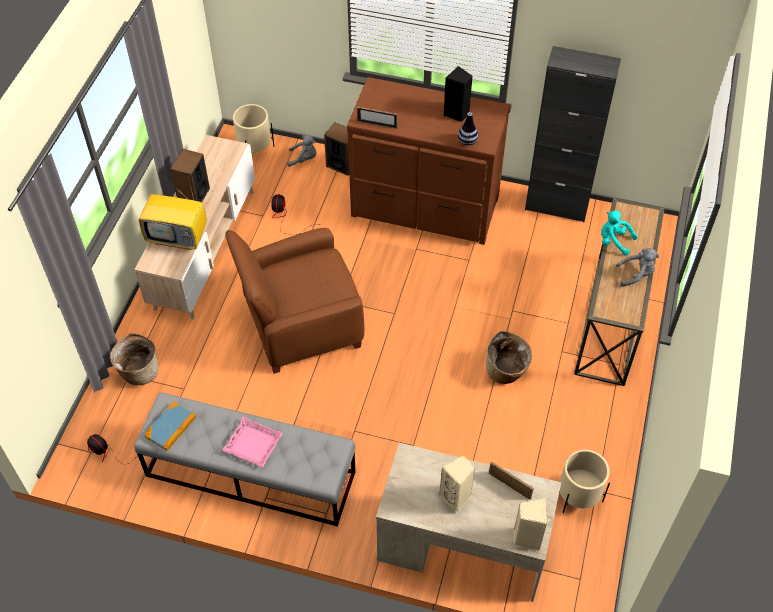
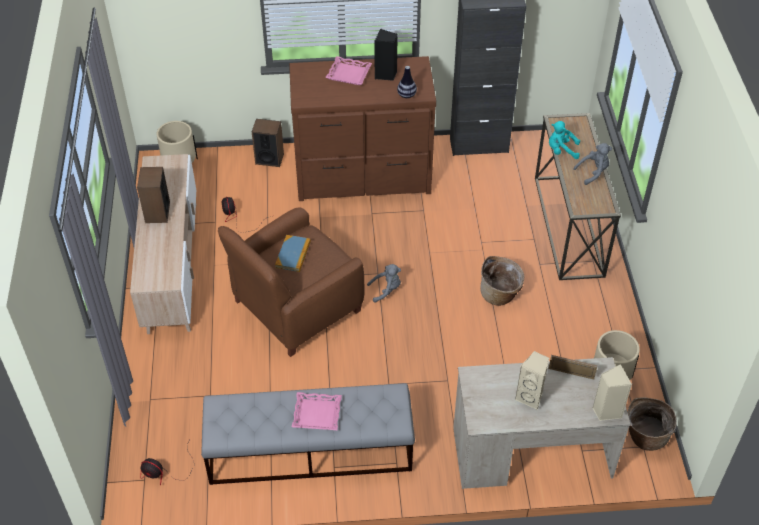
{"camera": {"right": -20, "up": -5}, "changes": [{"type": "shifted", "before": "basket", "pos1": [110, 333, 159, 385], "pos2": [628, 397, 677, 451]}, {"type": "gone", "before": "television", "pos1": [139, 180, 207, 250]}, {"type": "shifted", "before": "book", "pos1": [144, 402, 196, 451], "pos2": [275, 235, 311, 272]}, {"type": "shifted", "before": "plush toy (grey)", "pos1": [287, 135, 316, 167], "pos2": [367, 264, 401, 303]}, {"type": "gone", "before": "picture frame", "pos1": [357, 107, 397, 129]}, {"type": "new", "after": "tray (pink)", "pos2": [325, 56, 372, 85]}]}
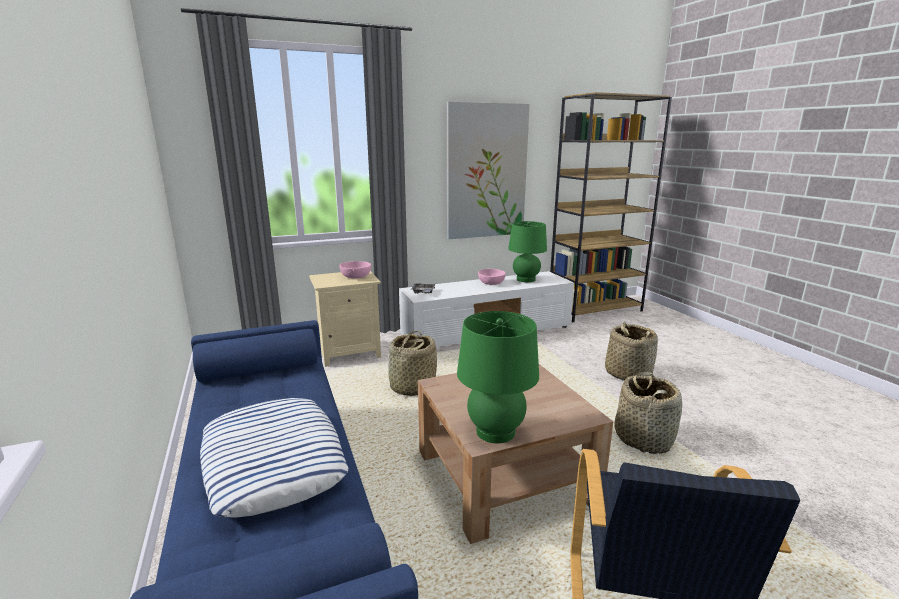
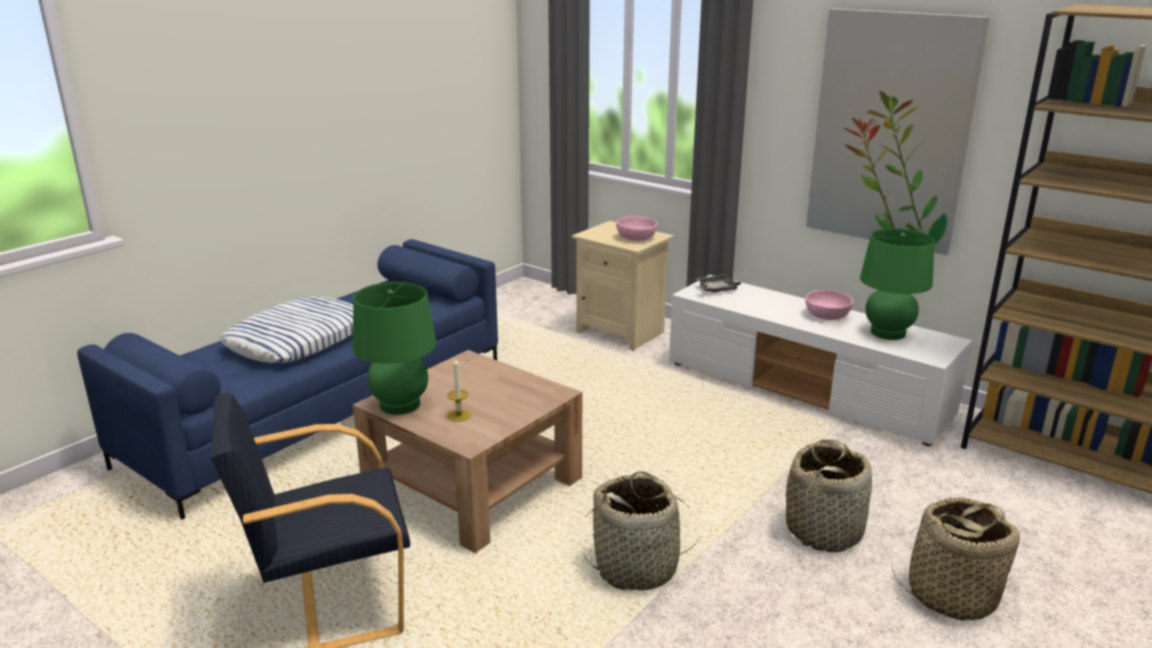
{"camera": {"right": 60, "up": 5}, "changes": [{"type": "shifted", "before": "basket", "pos1": [388, 331, 437, 396], "pos2": [892, 497, 1020, 621]}, {"type": "new", "after": "candle", "pos2": [447, 357, 471, 422]}]}
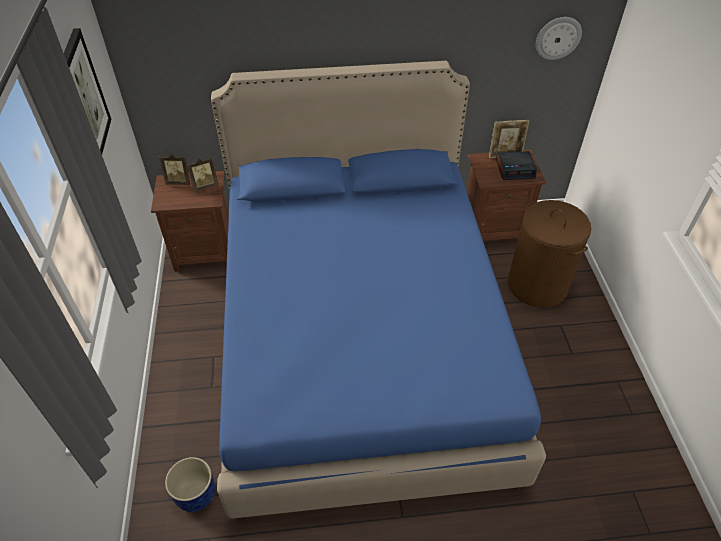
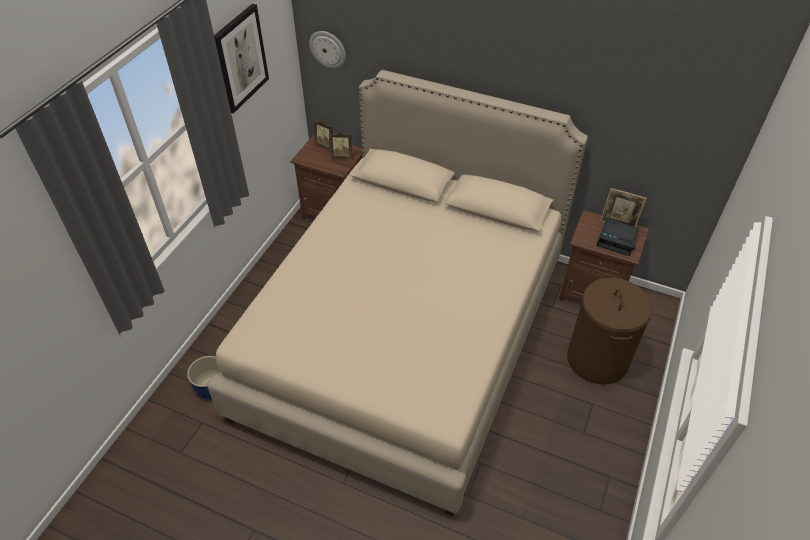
{"camera": {"right": 30, "up": 0}, "changes": [{"type": "repainted", "before": "bed (blue)", "after": "bed (beige)", "pos1": [211, 61, 546, 521], "pos2": [207, 70, 588, 517]}, {"type": "shifted", "before": "wall clock", "pos1": [536, 17, 582, 60], "pos2": [309, 31, 346, 68]}]}
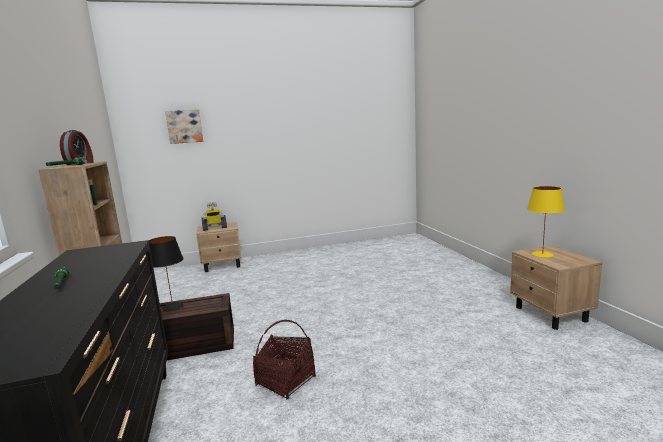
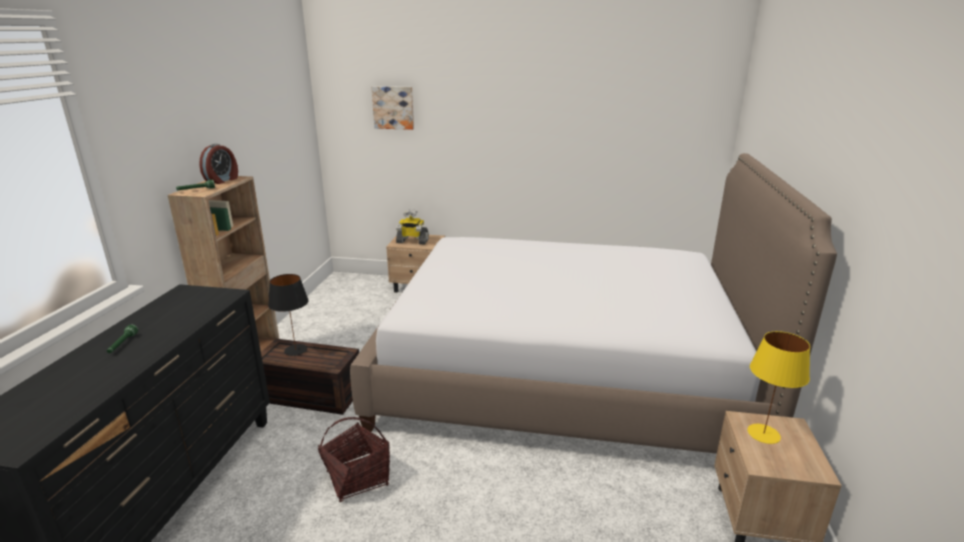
{"camera": {"right": 25, "up": 10}, "changes": [{"type": "new", "after": "bed", "pos2": [350, 153, 837, 454]}]}
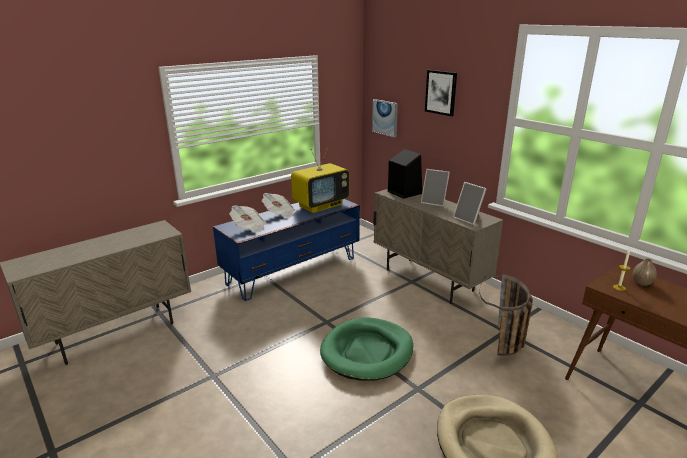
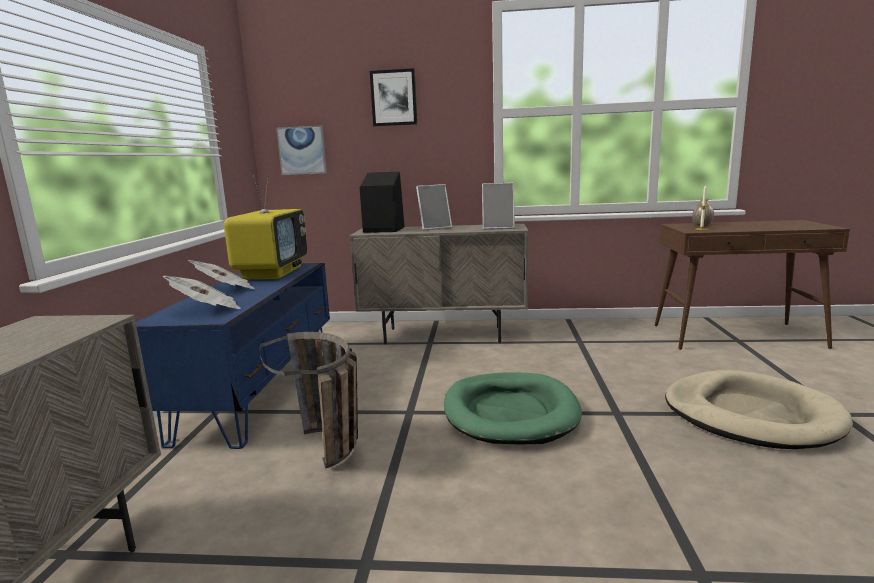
{"camera": {"right": -45, "up": -10}, "changes": [{"type": "shifted", "before": "basket", "pos1": [479, 274, 533, 356], "pos2": [260, 332, 358, 469]}]}
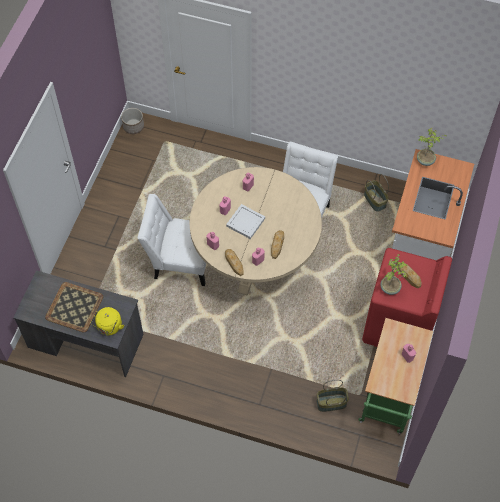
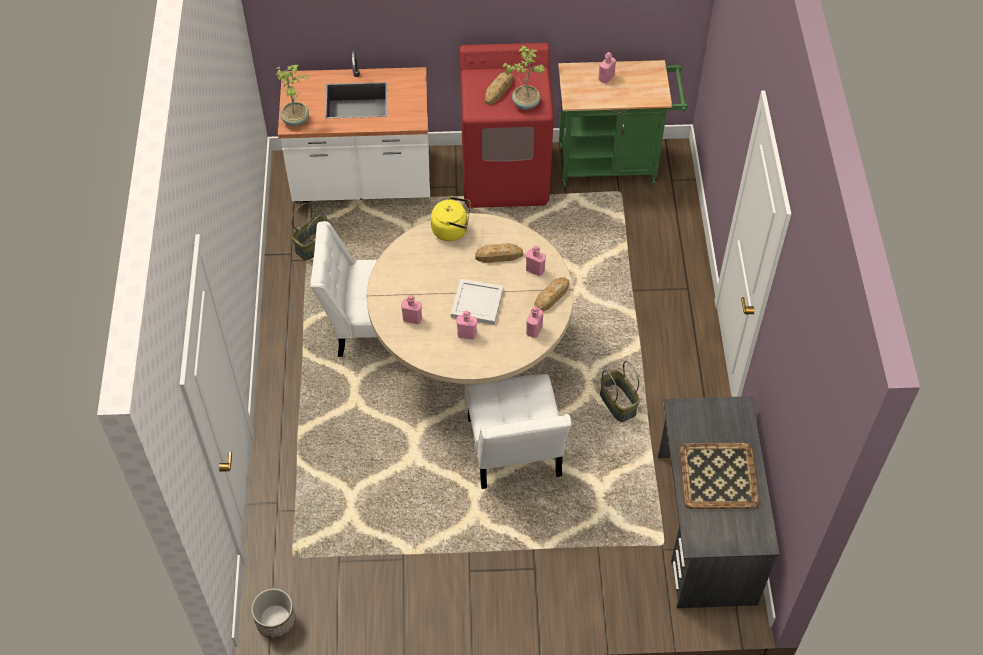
{"camera": {"right": -110, "up": -5}, "changes": [{"type": "shifted", "before": "kettle (yellow)", "pos1": [90, 307, 124, 335], "pos2": [431, 196, 471, 241]}, {"type": "shifted", "before": "basket", "pos1": [316, 380, 349, 412], "pos2": [600, 361, 640, 422]}]}
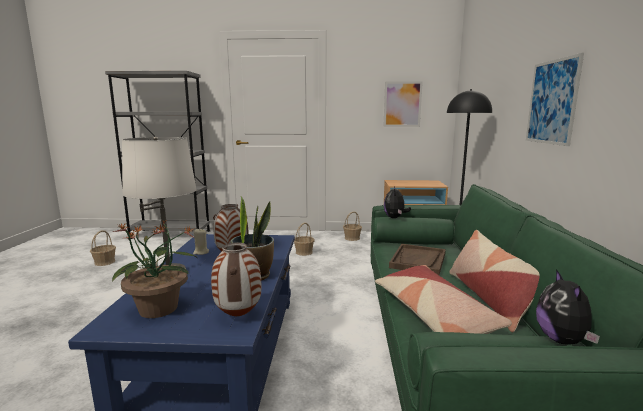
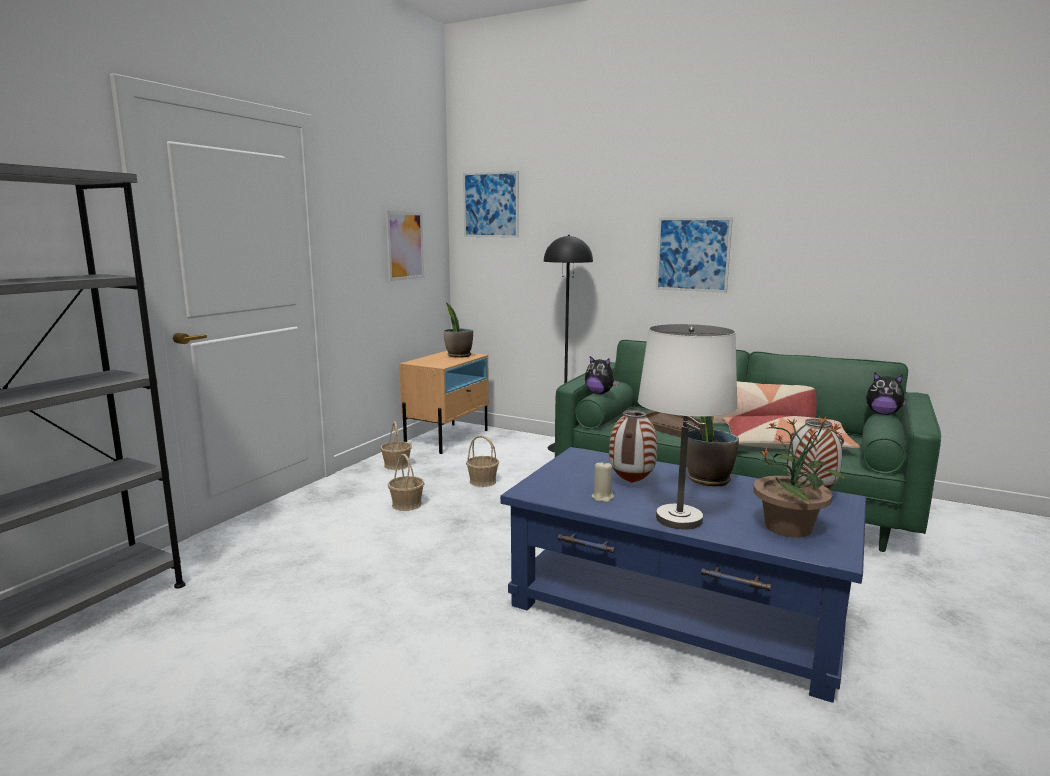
{"camera": {"right": -65, "up": 0}, "changes": [{"type": "shifted", "before": "basket", "pos1": [90, 230, 116, 266], "pos2": [466, 435, 499, 487]}, {"type": "new", "after": "potted plant", "pos2": [444, 303, 473, 358]}, {"type": "new", "after": "picture", "pos2": [463, 171, 519, 238]}]}
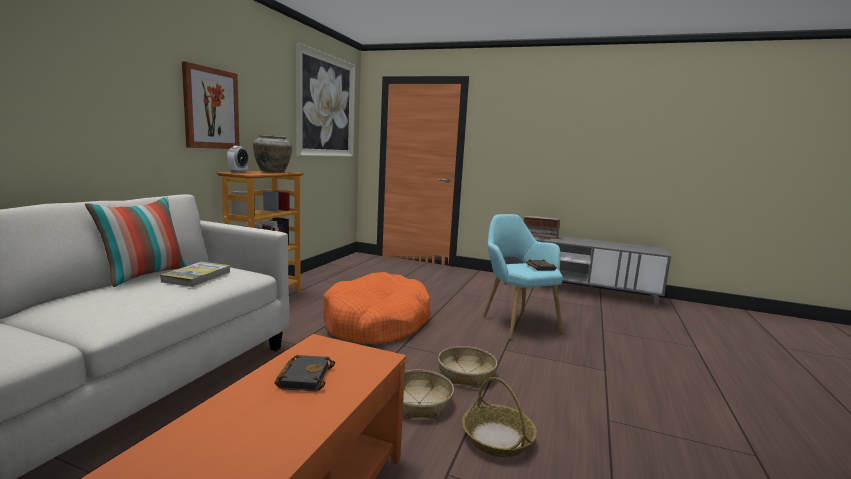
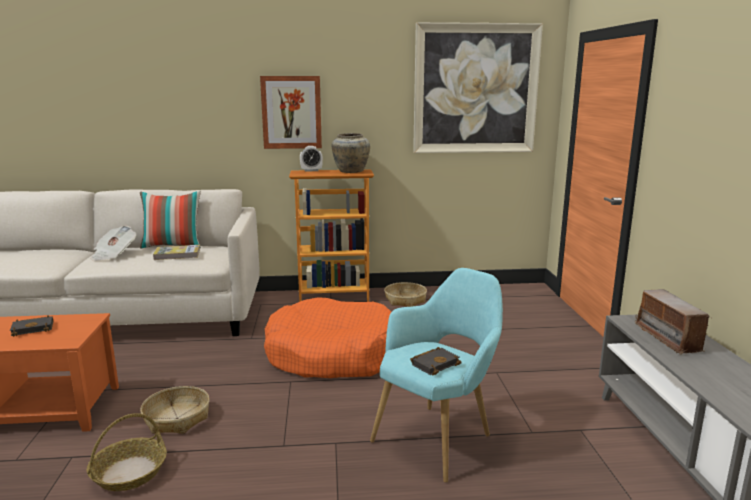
{"camera": {"right": 65, "up": 5}, "changes": [{"type": "shifted", "before": "basket", "pos1": [438, 346, 497, 388], "pos2": [384, 282, 427, 307]}, {"type": "new", "after": "newspaper", "pos2": [90, 226, 136, 261]}]}
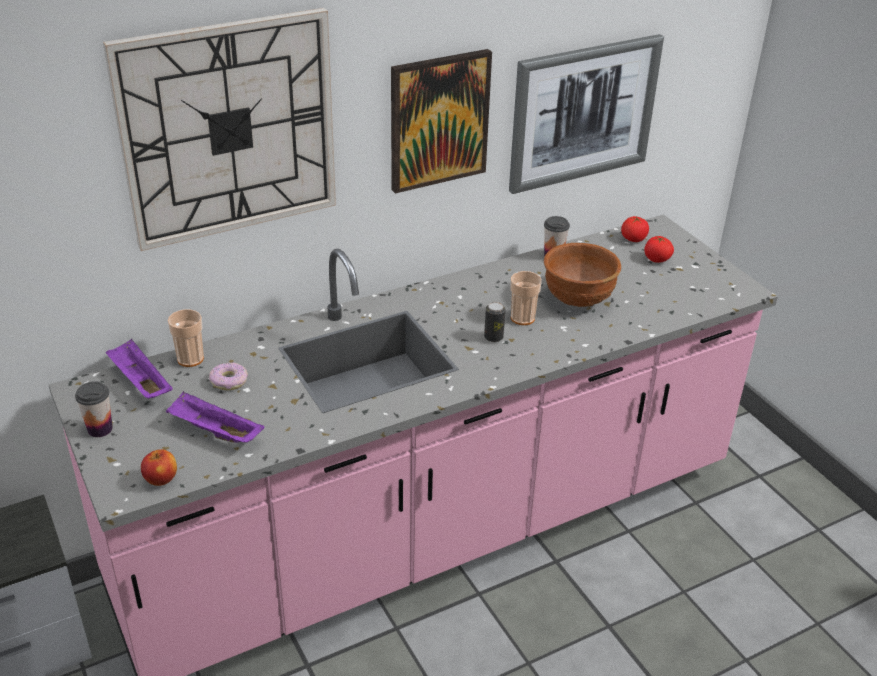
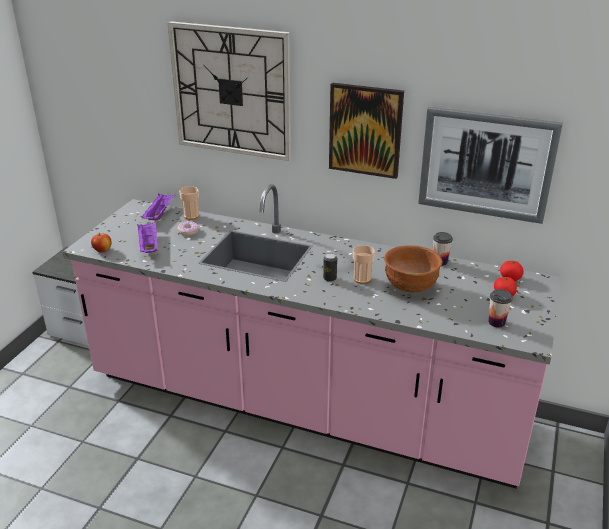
{"camera": {"right": 50, "up": -5}, "changes": [{"type": "shifted", "before": "cup", "pos1": [75, 381, 113, 437], "pos2": [489, 289, 513, 328]}]}
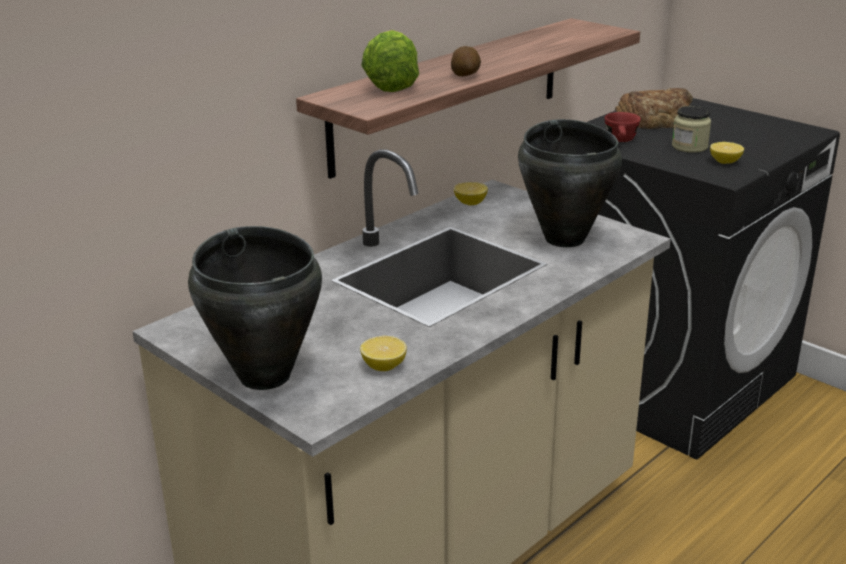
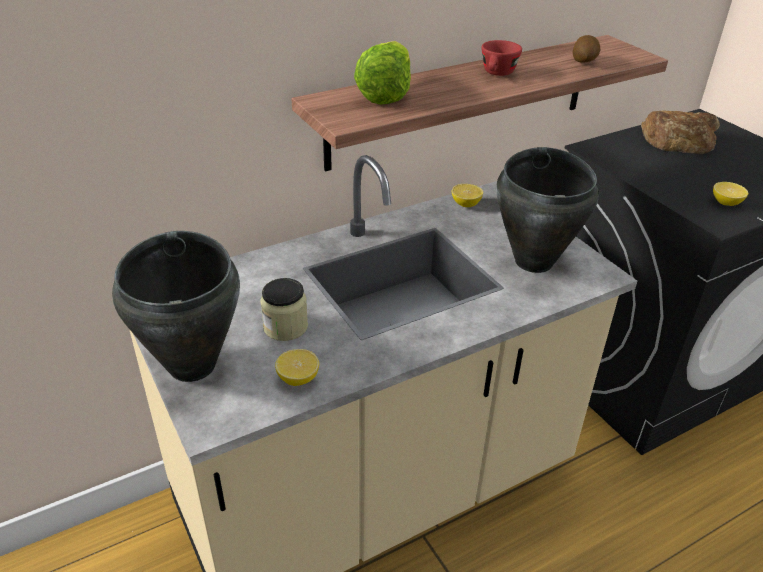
{"camera": {"right": 15, "up": 10}, "changes": [{"type": "shifted", "before": "potato", "pos1": [451, 46, 481, 76], "pos2": [573, 35, 600, 62]}, {"type": "shifted", "before": "cup (red)", "pos1": [604, 112, 641, 142], "pos2": [481, 40, 522, 76]}, {"type": "shifted", "before": "jar", "pos1": [672, 106, 711, 153], "pos2": [260, 278, 308, 341]}]}
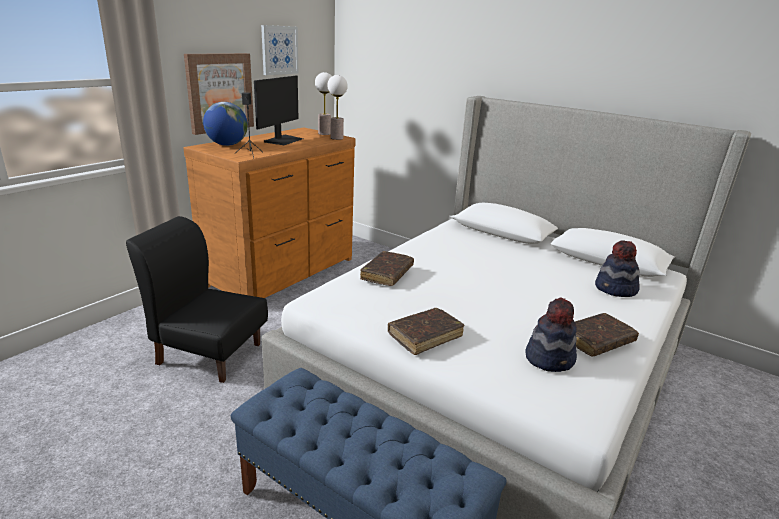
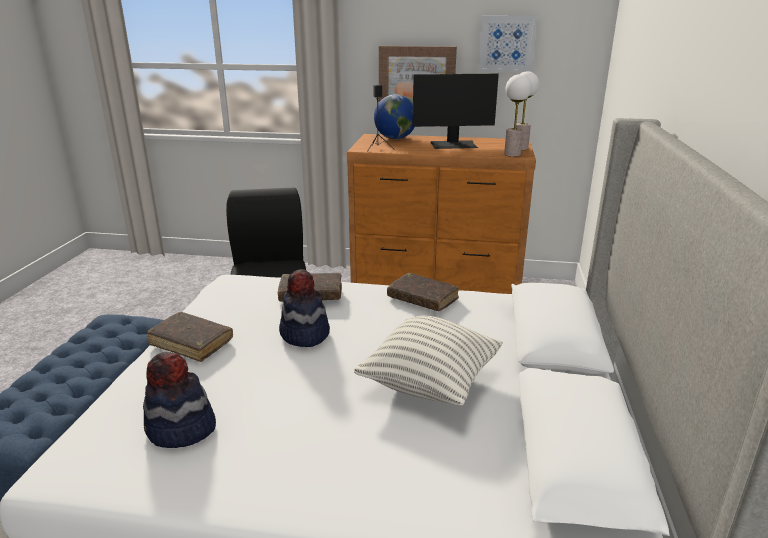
{"camera": {"right": 65, "up": 0}, "changes": [{"type": "shifted", "before": "book (brown)", "pos1": [575, 313, 639, 357], "pos2": [387, 273, 459, 311]}, {"type": "shifted", "before": "hat", "pos1": [595, 240, 640, 297], "pos2": [279, 269, 330, 347]}, {"type": "new", "after": "pillow", "pos2": [354, 316, 503, 405]}]}
